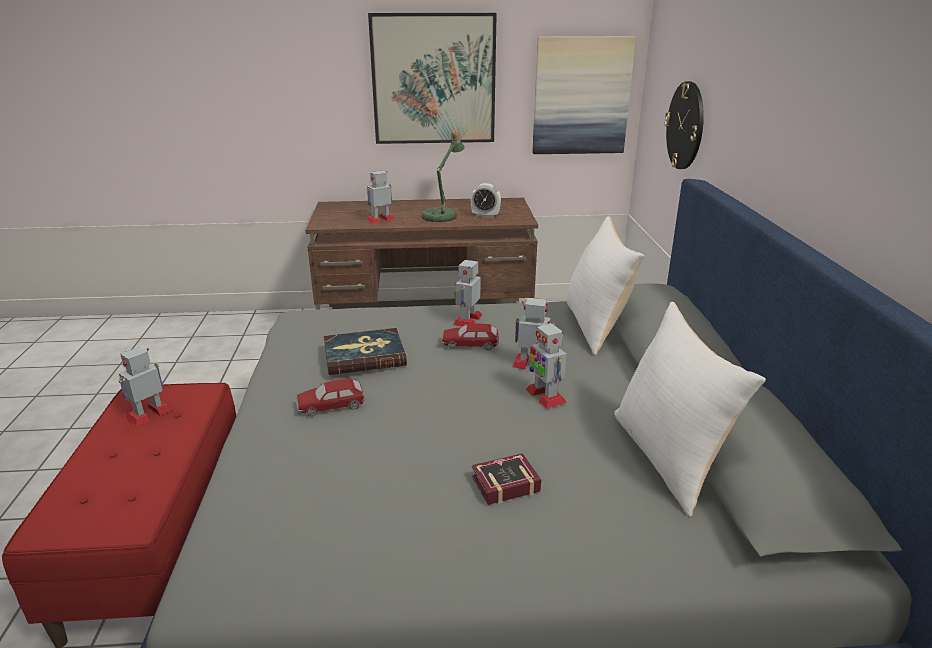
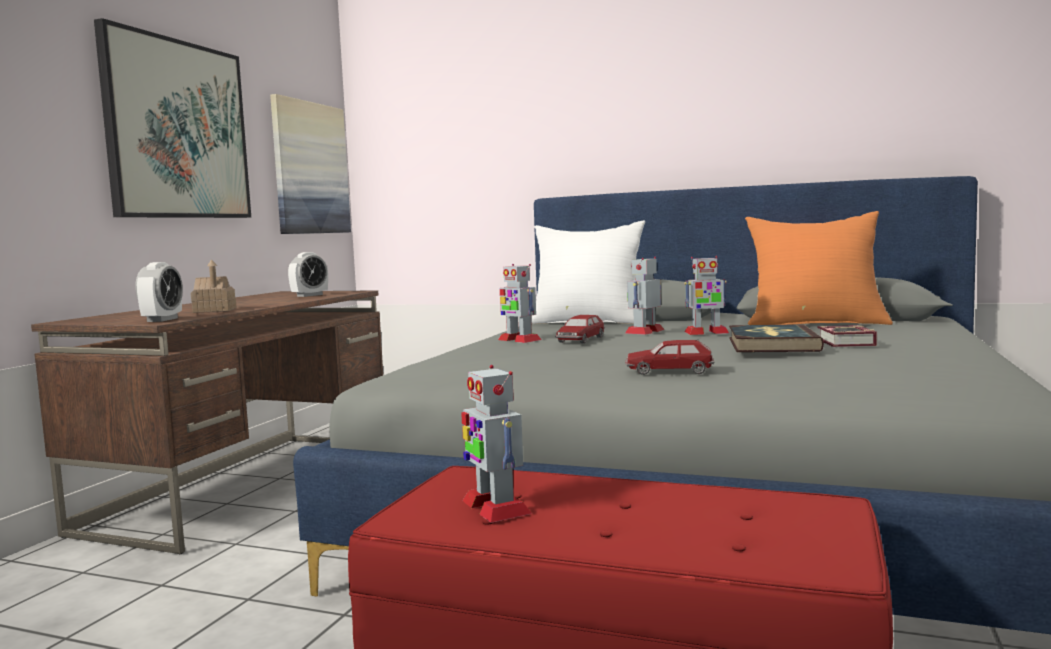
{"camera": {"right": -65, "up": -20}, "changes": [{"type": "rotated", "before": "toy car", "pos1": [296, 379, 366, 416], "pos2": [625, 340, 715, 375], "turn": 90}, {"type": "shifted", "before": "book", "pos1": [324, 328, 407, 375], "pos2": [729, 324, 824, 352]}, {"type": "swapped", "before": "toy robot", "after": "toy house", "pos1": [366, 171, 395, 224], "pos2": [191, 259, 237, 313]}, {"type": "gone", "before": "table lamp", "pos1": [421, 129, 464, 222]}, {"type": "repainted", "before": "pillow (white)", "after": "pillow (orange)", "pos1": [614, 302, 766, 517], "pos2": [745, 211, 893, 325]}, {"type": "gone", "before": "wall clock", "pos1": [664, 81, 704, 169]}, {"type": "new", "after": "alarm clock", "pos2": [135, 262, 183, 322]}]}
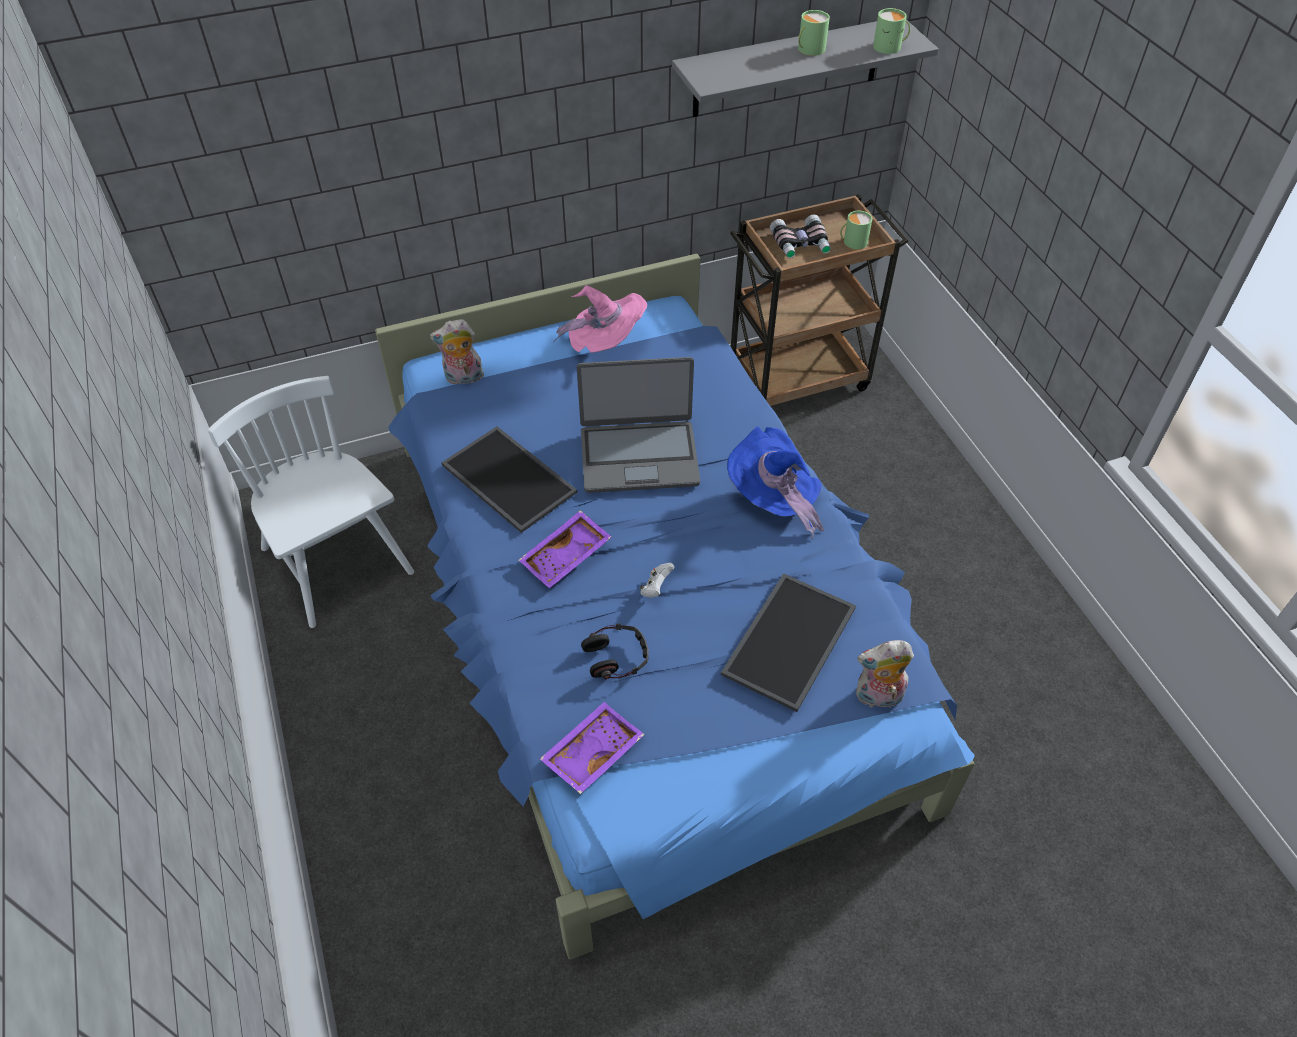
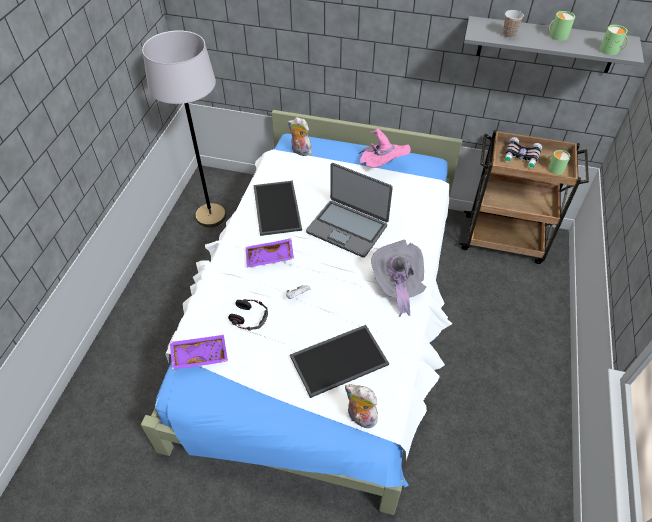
{"camera": {"right": 35, "up": 0}, "changes": [{"type": "swapped", "before": "chair (white)", "after": "floor lamp (grey)", "pos1": [208, 376, 414, 628], "pos2": [142, 30, 226, 227]}, {"type": "repainted", "before": "bed (blue)", "after": "bed (white)", "pos1": [375, 254, 975, 960], "pos2": [141, 110, 462, 515]}, {"type": "repainted", "before": "hat (blue)", "after": "hat (grey)", "pos1": [727, 426, 824, 540], "pos2": [371, 240, 426, 317]}, {"type": "new", "after": "cup", "pos2": [503, 10, 524, 38]}]}
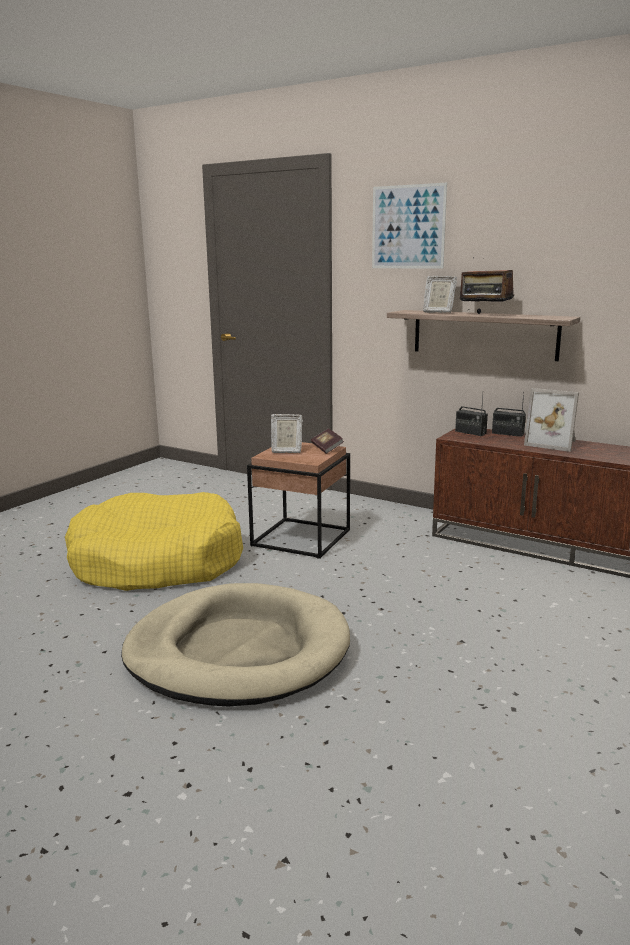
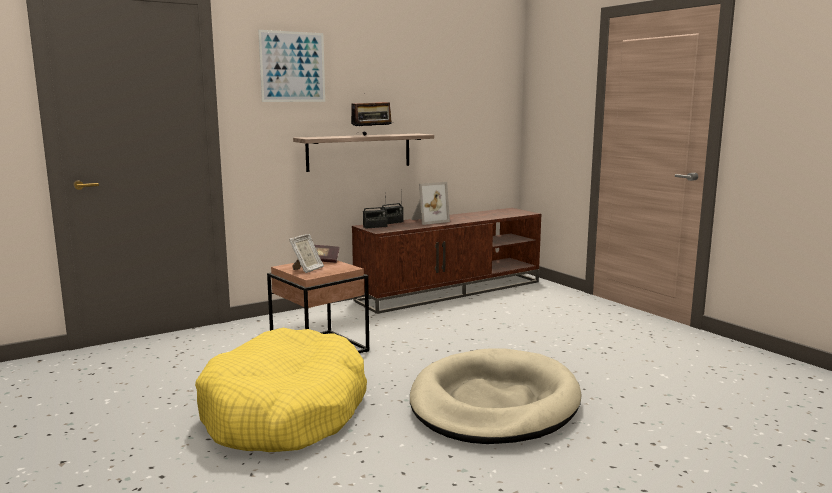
{"camera": {"right": -65, "up": -5}, "changes": [{"type": "gone", "before": "picture frame", "pos1": [423, 276, 457, 313]}]}
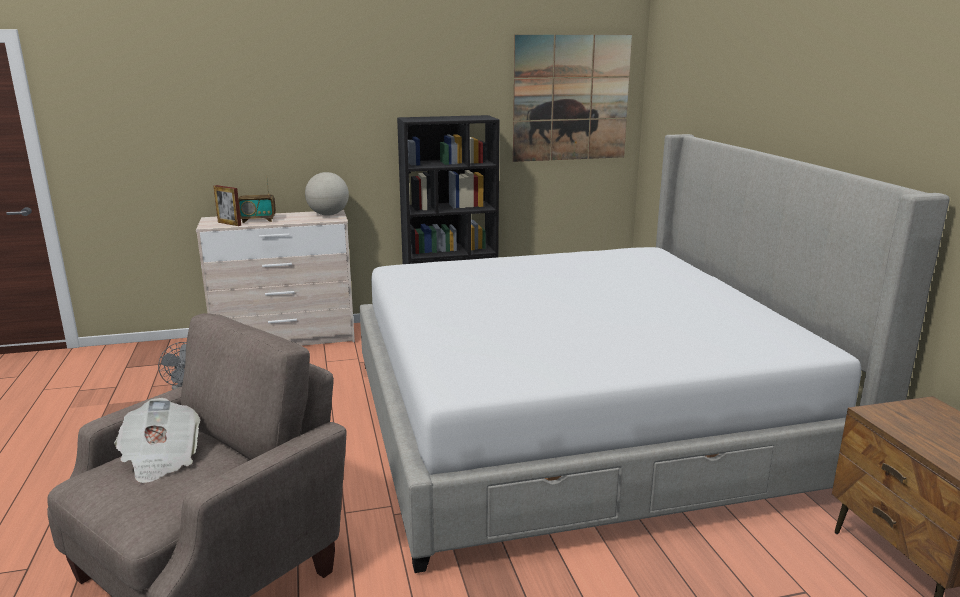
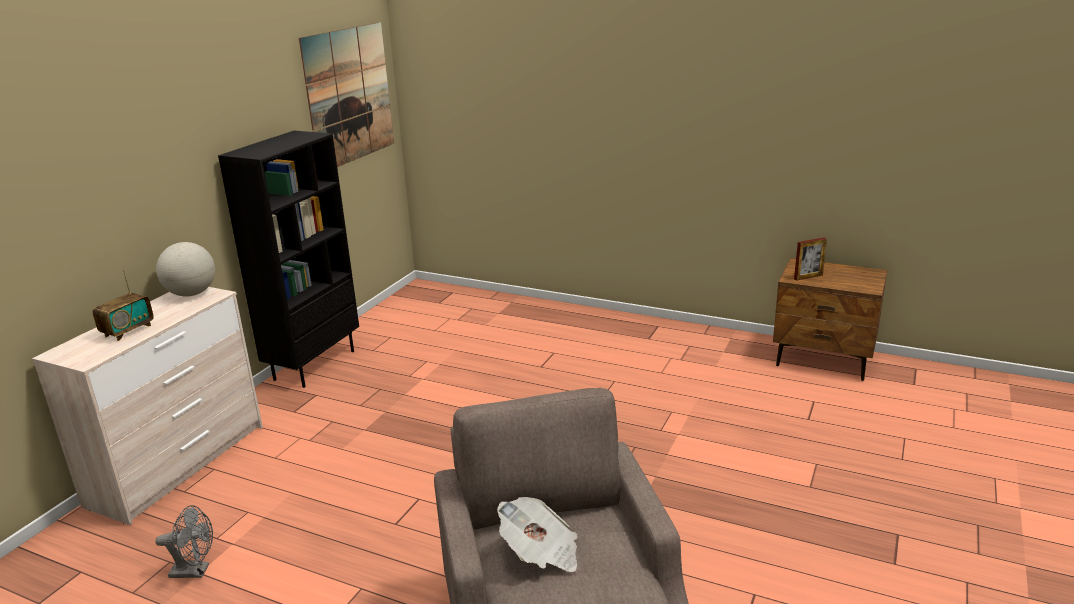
{"camera": {"right": -50, "up": 5}, "changes": [{"type": "shifted", "before": "picture frame", "pos1": [214, 185, 241, 226], "pos2": [794, 237, 827, 281]}, {"type": "gone", "before": "bed", "pos1": [359, 134, 950, 573]}]}
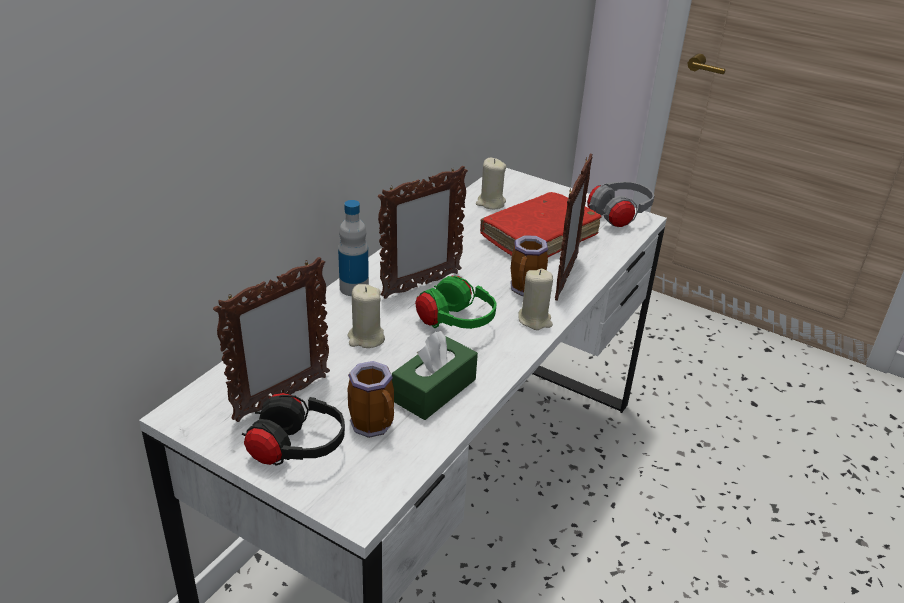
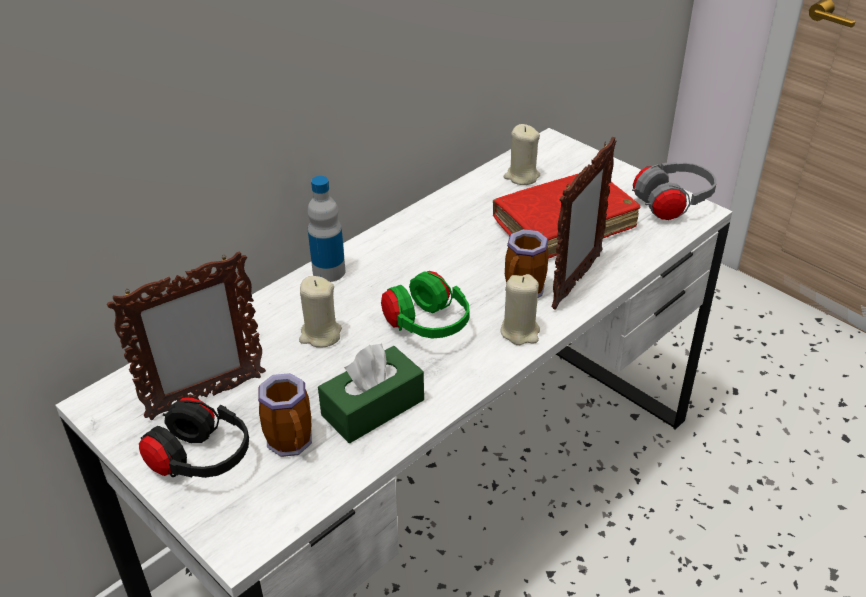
{"camera": {"right": 15, "up": 5}, "changes": [{"type": "gone", "before": "picture frame", "pos1": [378, 166, 468, 299]}]}
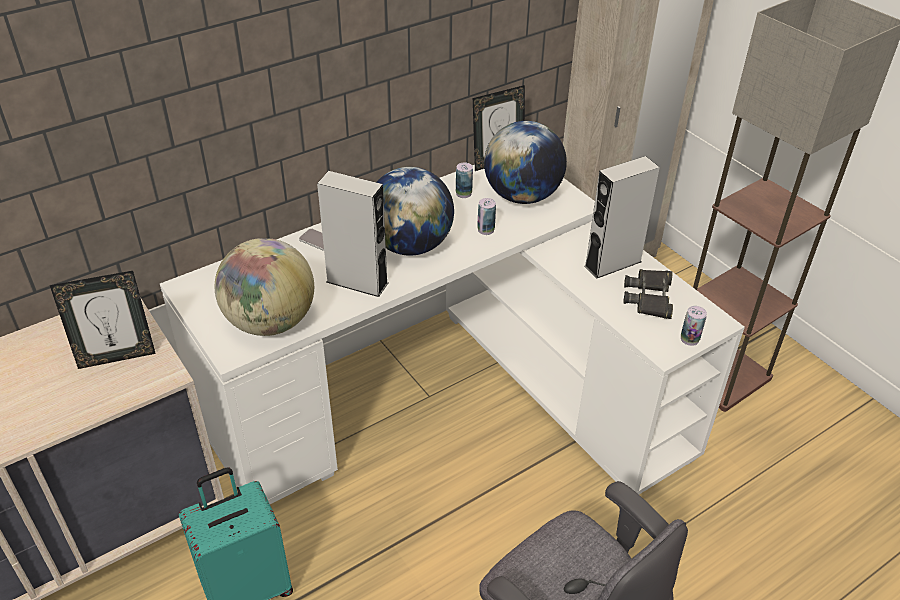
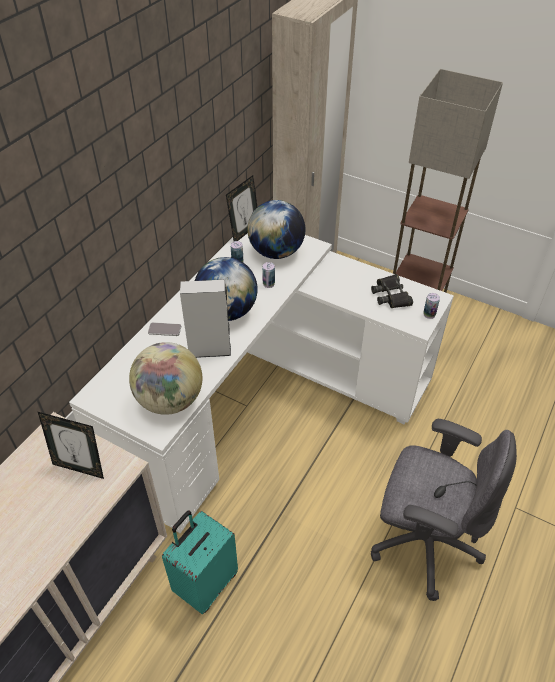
{"camera": {"right": -25, "up": 5}, "changes": [{"type": "rotated", "before": "picture frame", "pos1": [50, 271, 156, 369], "pos2": [38, 412, 104, 479], "turn": 60}, {"type": "gone", "before": "speaker (grey)", "pos1": [585, 156, 660, 278]}]}
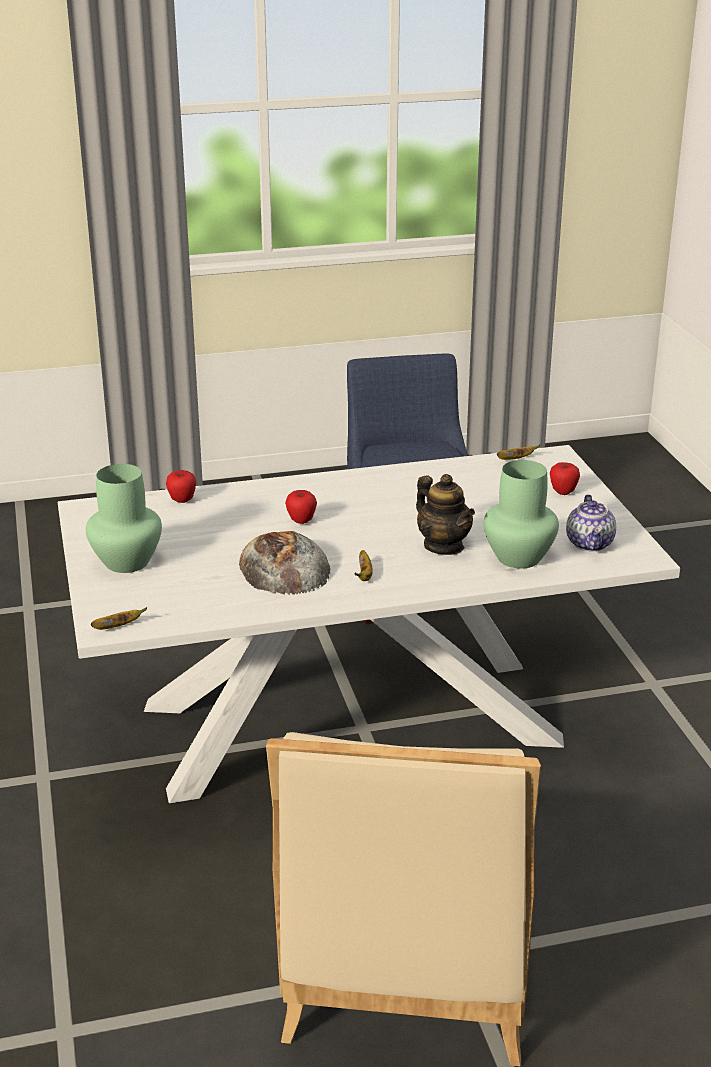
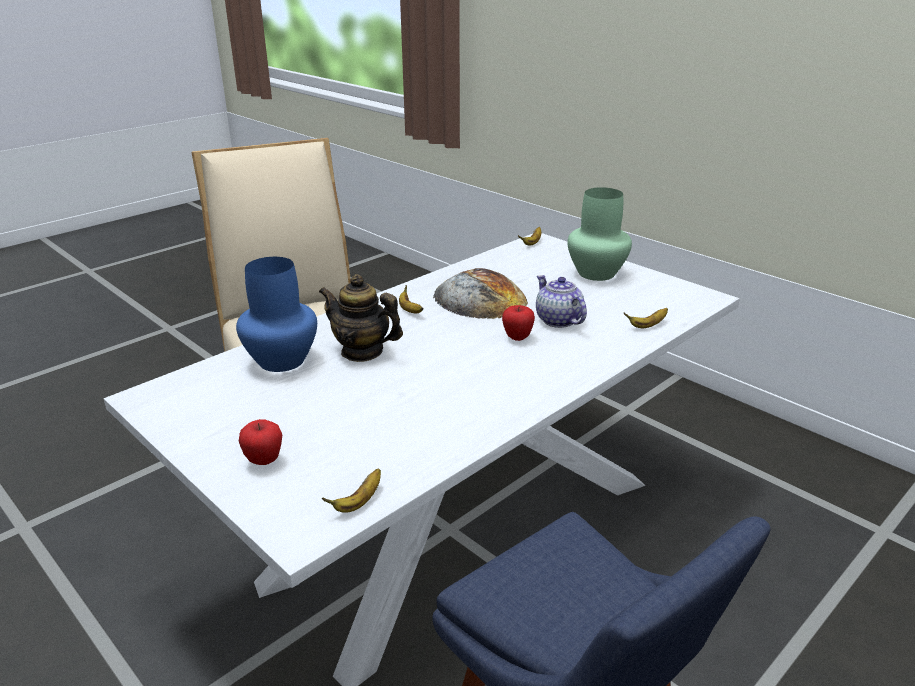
{"camera": {"right": 150, "up": 0}, "changes": [{"type": "swapped", "before": "apple", "after": "banana", "pos1": [166, 470, 197, 503], "pos2": [624, 308, 668, 328]}, {"type": "repainted", "before": "vase (green)", "after": "vase (blue)", "pos1": [484, 460, 559, 569], "pos2": [236, 257, 317, 372]}, {"type": "shifted", "before": "teapot", "pos1": [566, 494, 616, 551], "pos2": [536, 275, 587, 328]}]}
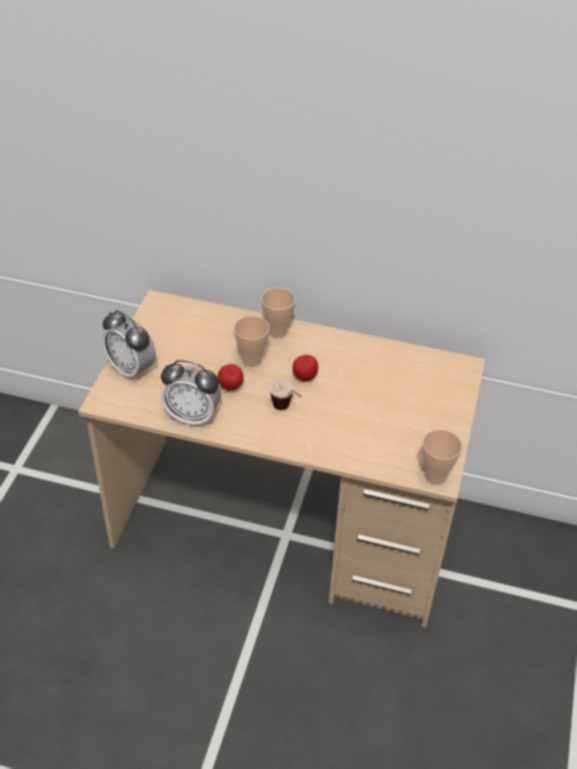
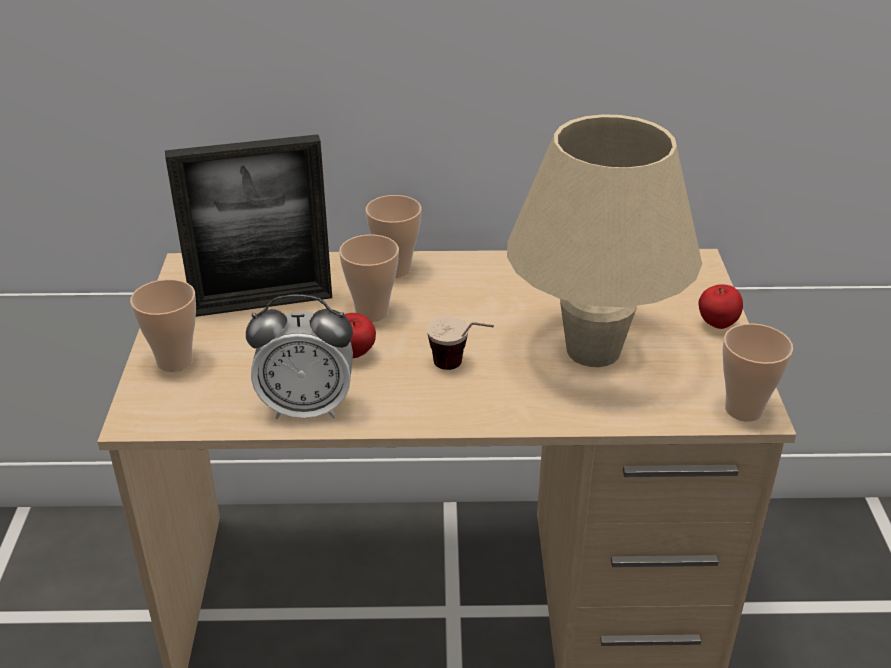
{"camera": {"right": -15, "up": -10}, "changes": [{"type": "swapped", "before": "alarm clock", "after": "cup", "pos1": [102, 310, 156, 381], "pos2": [130, 279, 196, 372]}, {"type": "shifted", "before": "apple", "pos1": [293, 355, 318, 381], "pos2": [698, 284, 743, 329]}, {"type": "new", "after": "picture frame", "pos2": [165, 134, 332, 317]}, {"type": "new", "after": "table lamp (beige)", "pos2": [507, 114, 702, 367]}]}
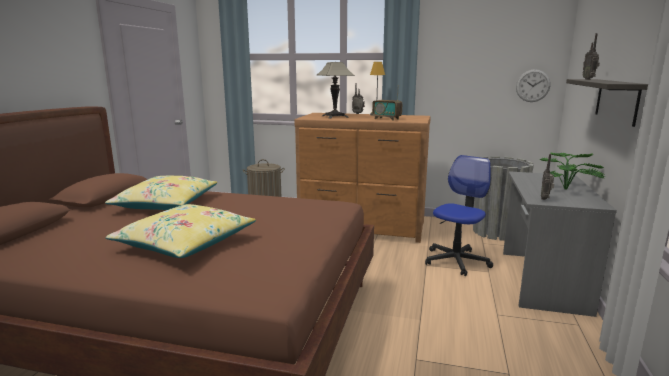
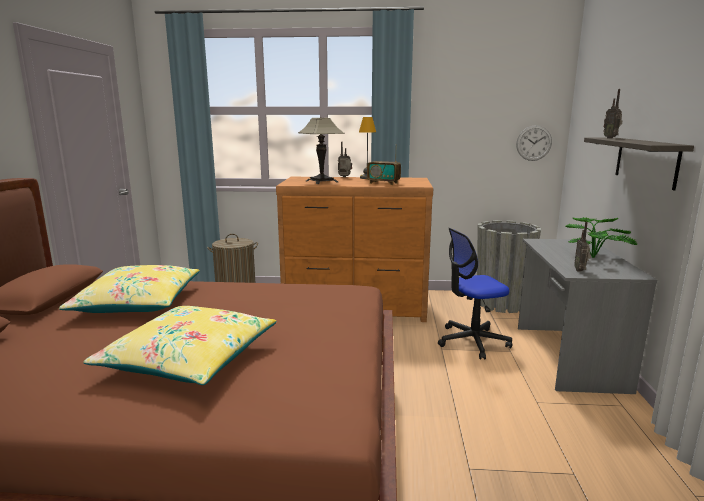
{"camera": {"right": -10, "up": 0}, "changes": [{"type": "rotated", "before": "office chair", "pos1": [425, 155, 493, 276], "pos2": [438, 228, 512, 359], "turn": -135}]}
